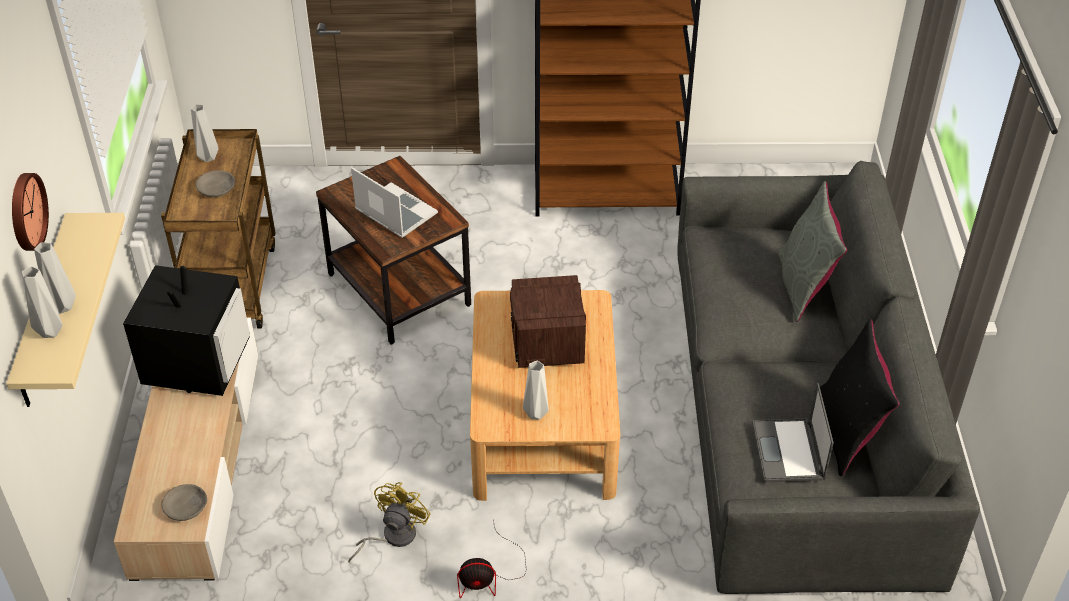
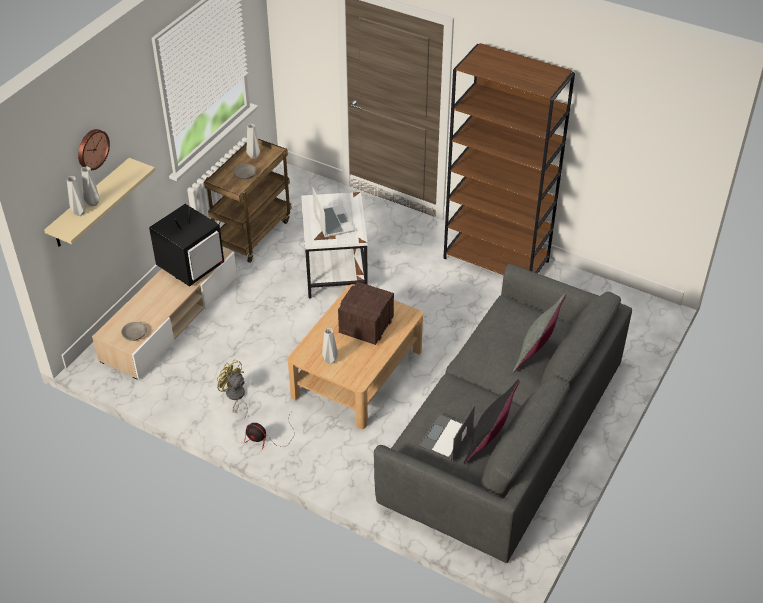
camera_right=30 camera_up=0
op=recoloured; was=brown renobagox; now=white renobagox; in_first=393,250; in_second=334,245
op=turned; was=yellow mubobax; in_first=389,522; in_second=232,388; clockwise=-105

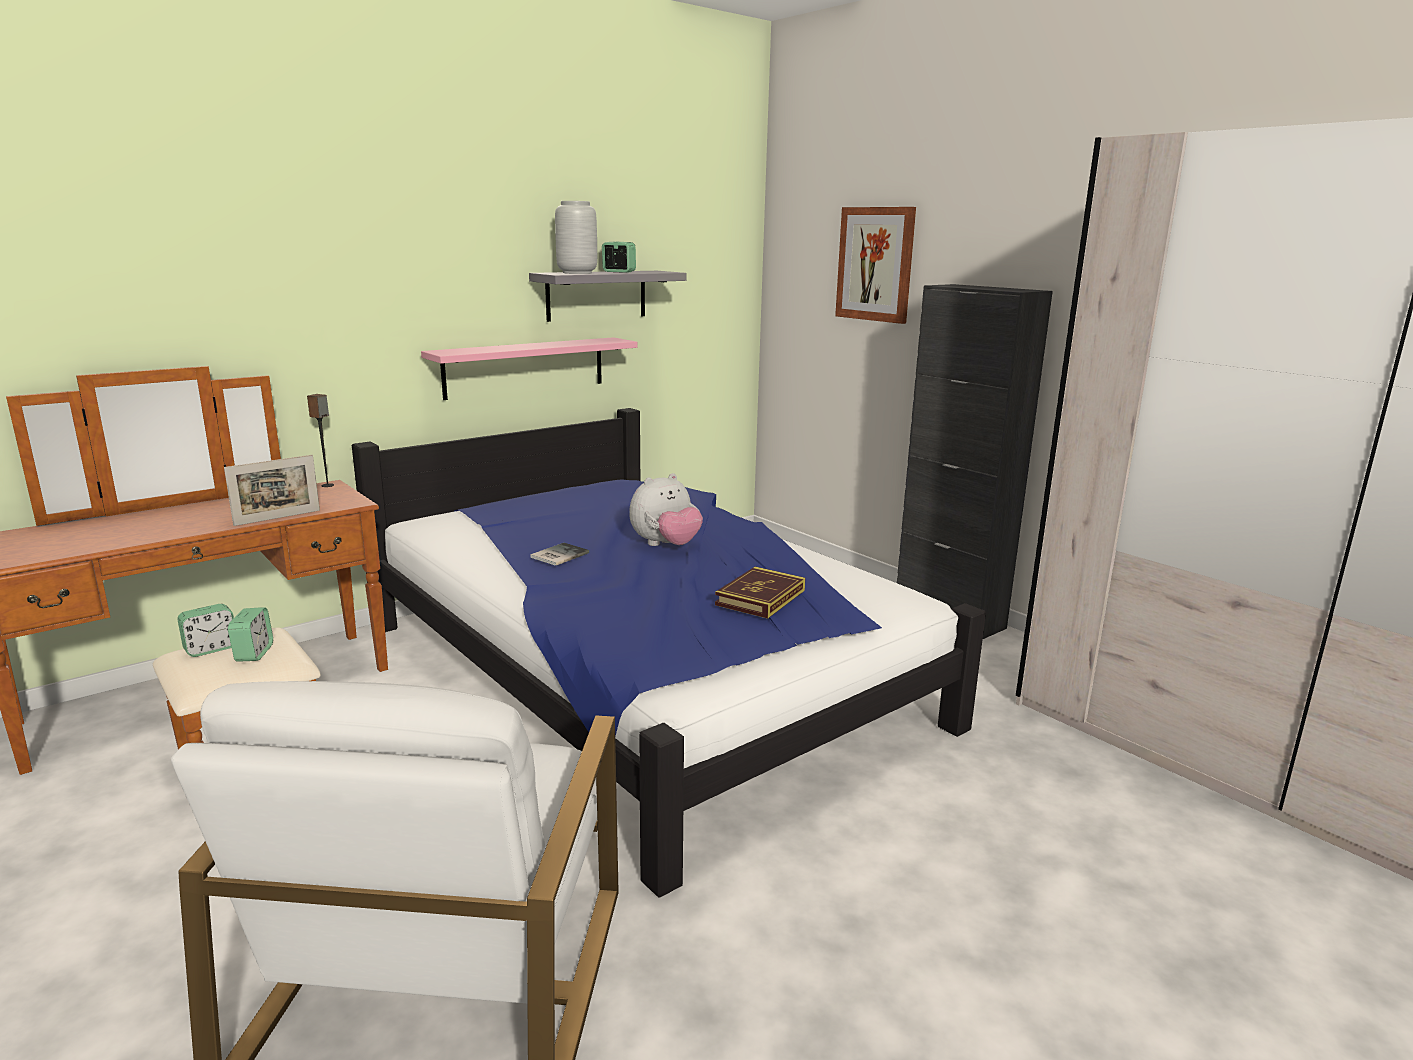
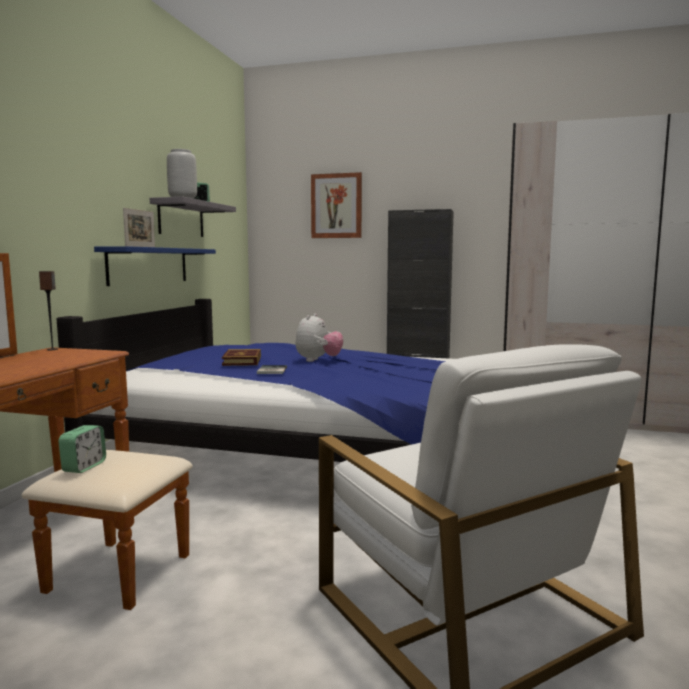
camera_right=-35 camera_up=-10
op=removed; was=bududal; in_first=250,634
op=moved; was=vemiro; in_first=272,490; in_second=139,227
op=moved; was=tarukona; in_first=760,593; in_second=241,357
op=recoloured; was=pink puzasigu; now=blue puzasigu; in_first=529,368; in_second=155,266

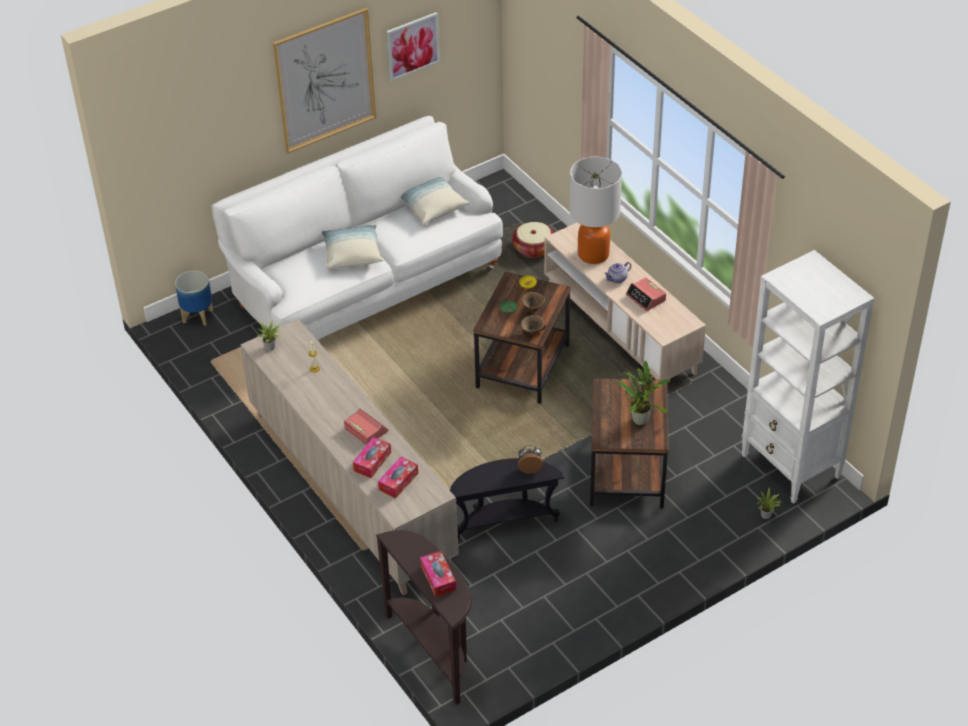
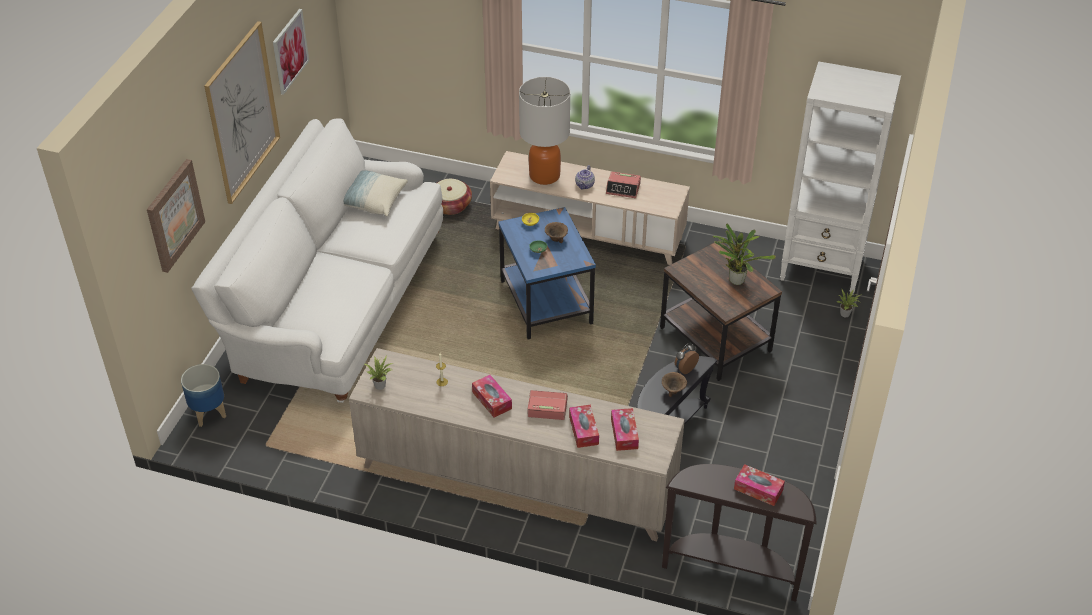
camera_right=-40 camera_up=0
op=removed; was=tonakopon; in_first=352,247
op=added; now=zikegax; in_second=176,216
op=added; now=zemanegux; in_second=492,396
op=moved; was=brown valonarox; in_first=533,325; in_second=674,384
op=recoloured; was=brown renobagox; now=blue renobagox; in_first=522,338; in_second=547,273

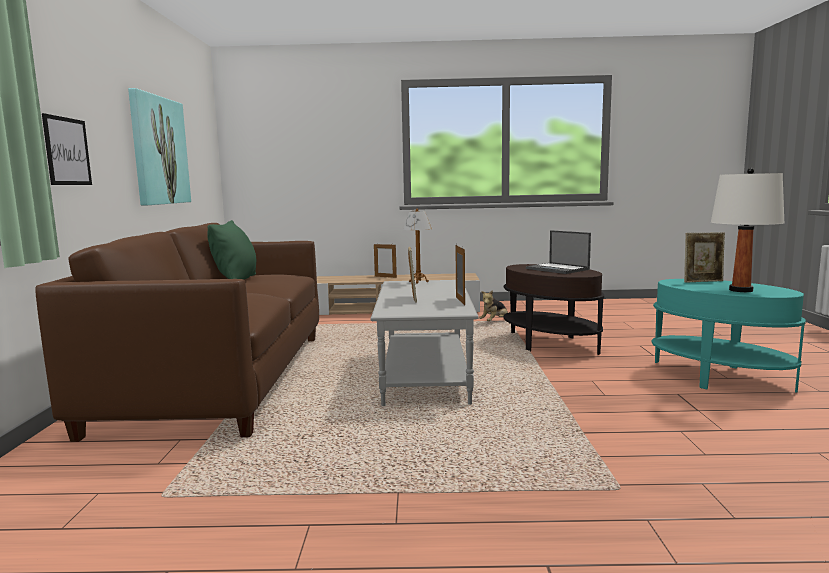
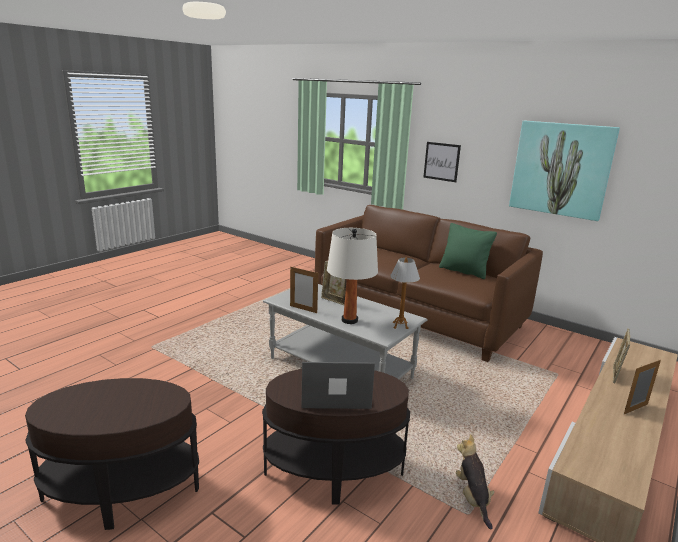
camera_right=125 camera_up=10
op=moved; was=vemiro; in_first=704,258; in_second=621,355
op=moved; was=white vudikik; in_first=747,230; in_second=352,276
op=recoloured; was=turquoise renobagox; now=brown renobagox; in_first=728,336; in_second=112,454

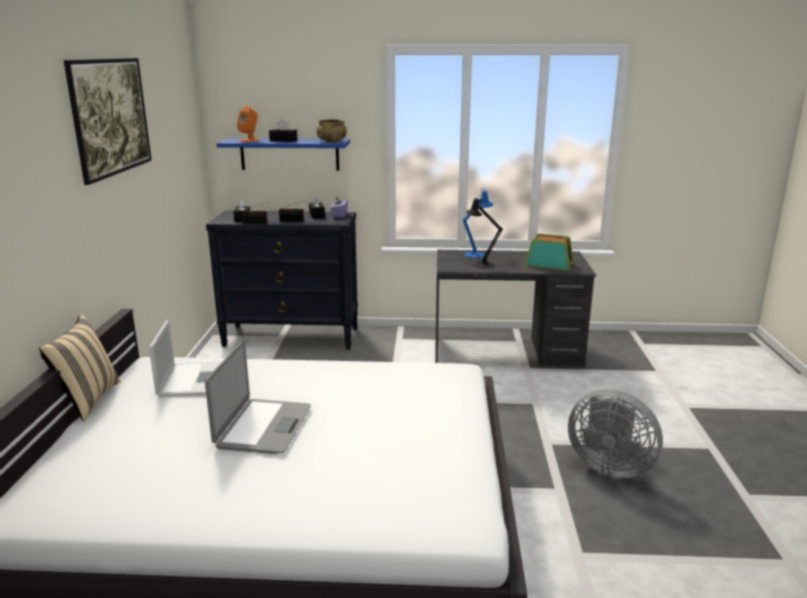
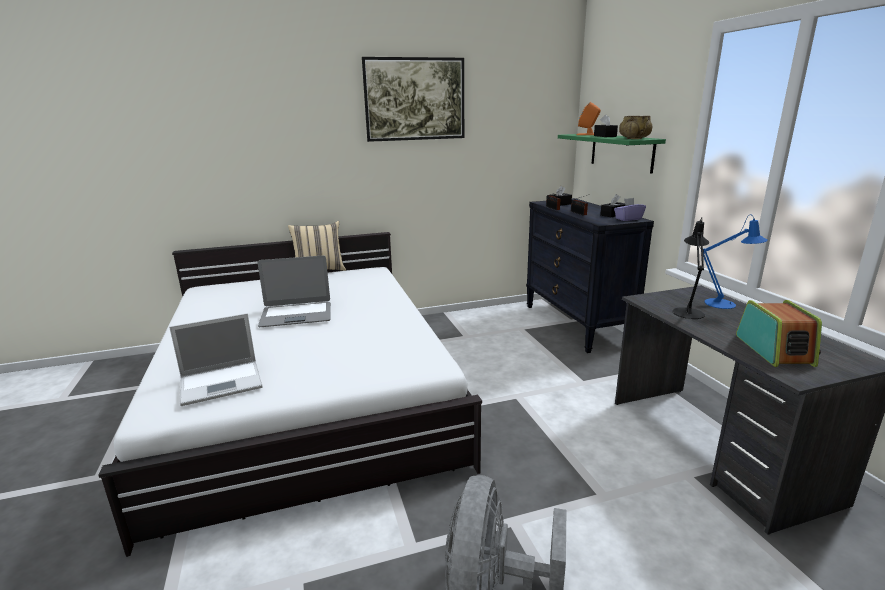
camera_right=70 camera_up=0
op=moved; was=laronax; in_first=185,358; in_second=216,359
op=recoloured; was=blue puzasigu; now=green puzasigu; in_first=283,154; in_second=612,154

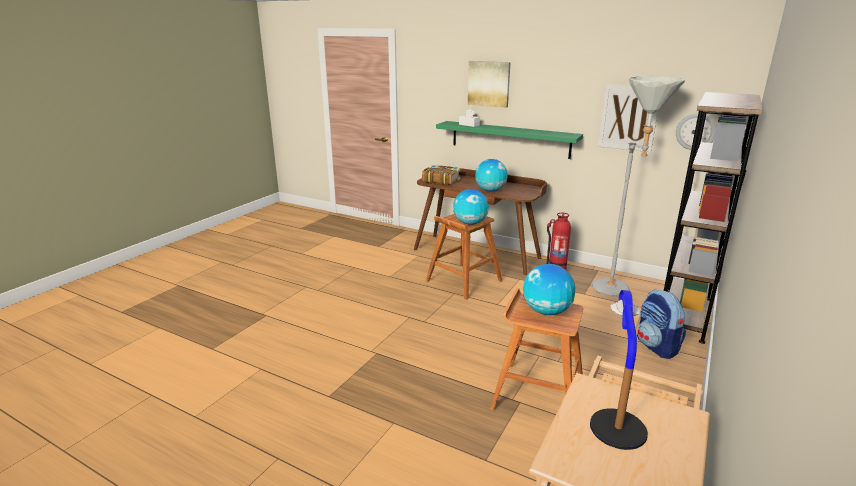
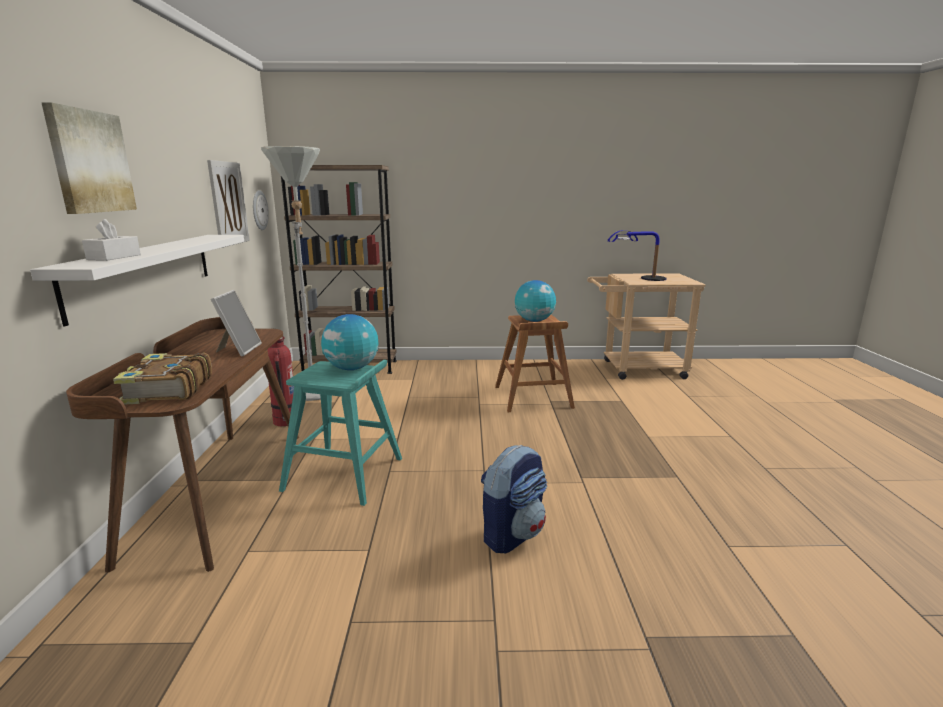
camera_right=-120 camera_up=-5
op=moved; was=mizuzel; in_first=661,324; in_second=514,499
op=replaced; was=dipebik; now=vemiro; in_first=491,175; in_second=236,323
op=recoloured; was=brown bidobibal; now=turquoise bidobibal; in_first=464,257; in_second=340,433
op=recoloured; was=green puzasigu; now=white puzasigu; in_first=509,140; in_second=137,280

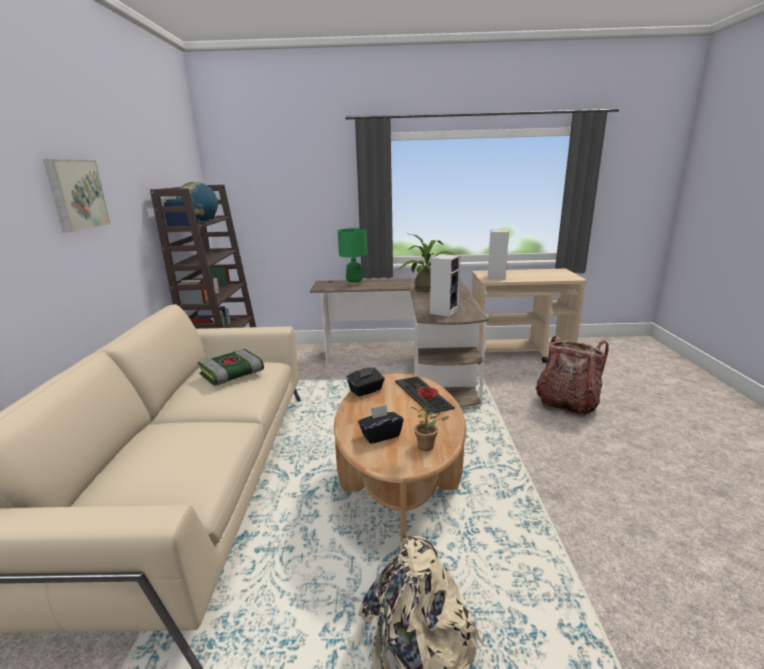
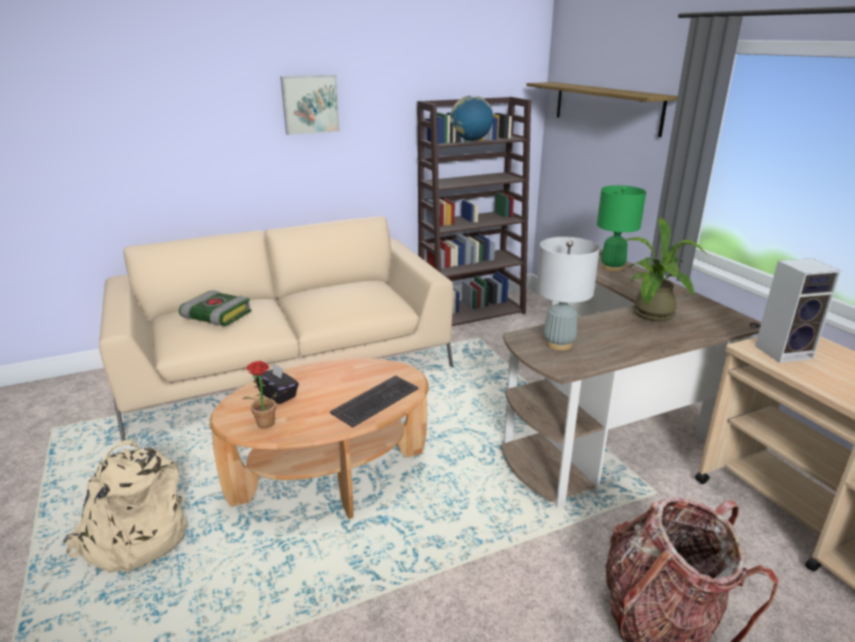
camera_right=65 camera_up=5
op=removed; was=black zemanegux; in_first=365,382
op=added; now=puzasigu; in_second=602,109
op=moved; was=tarukona; in_first=230,367; in_second=215,308
op=replaced; was=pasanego; now=grey vudikik; in_first=445,285; in_second=568,293

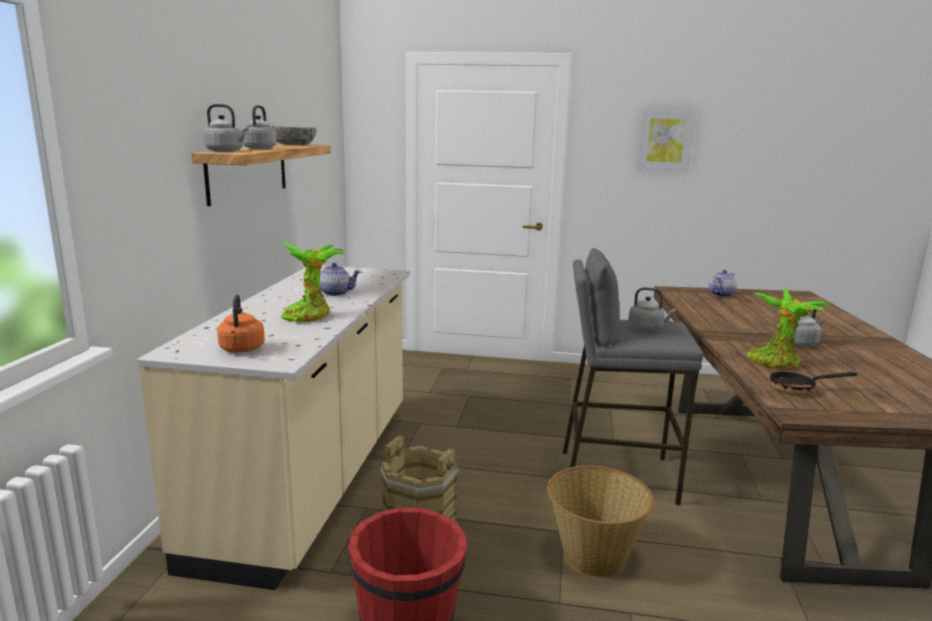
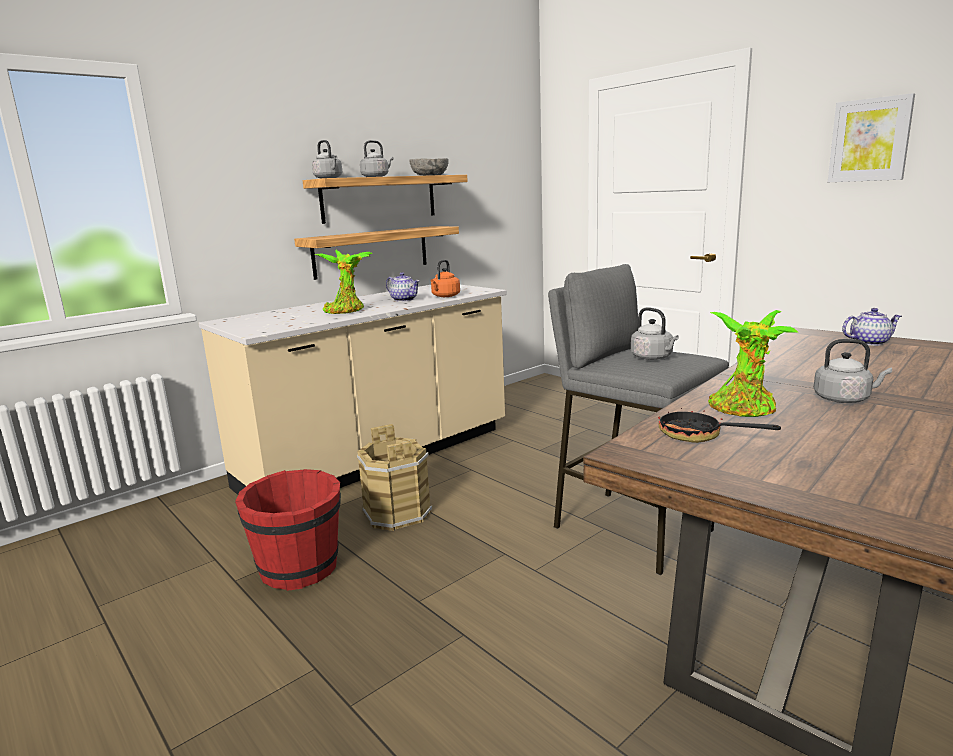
camera_right=40 camera_up=0
op=removed; was=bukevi; in_first=600,521
op=added; now=puzasigu; in_second=376,253
op=moved; was=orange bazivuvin; in_first=241,323; in_second=445,278

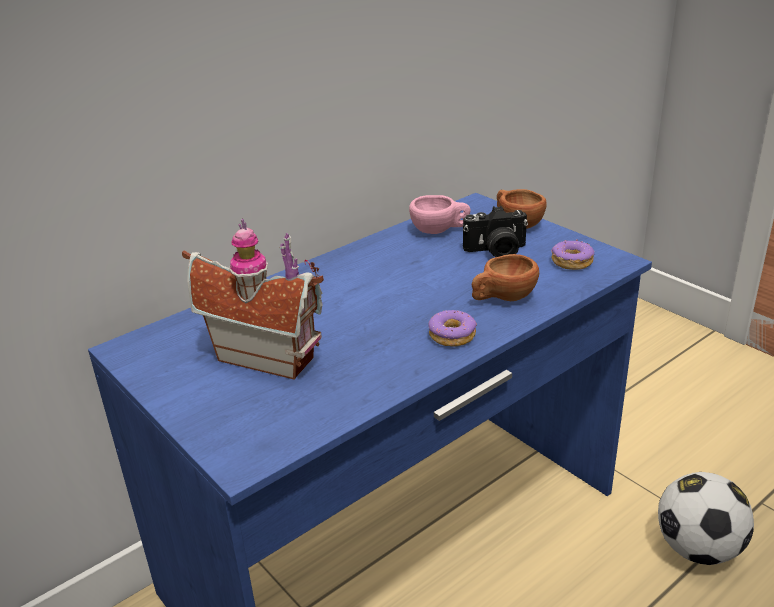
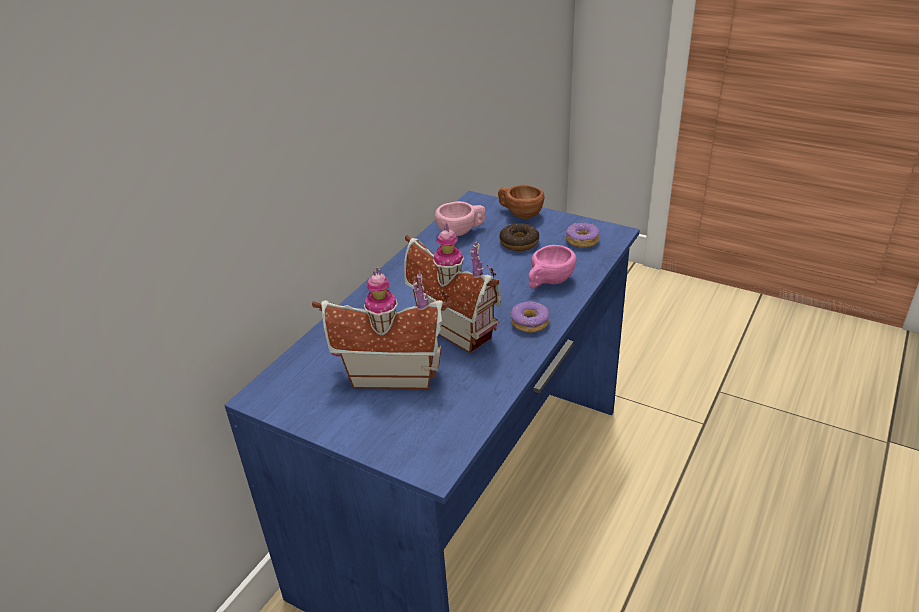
camera_right=-20 camera_up=5
op=removed; was=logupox; in_first=706,518
op=added; now=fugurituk; in_second=452,288
op=replaced; was=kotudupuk; now=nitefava; in_first=495,231; in_second=519,237
op=recoloured; was=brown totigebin; now=pink totigebin; in_first=505,277; in_second=552,267

